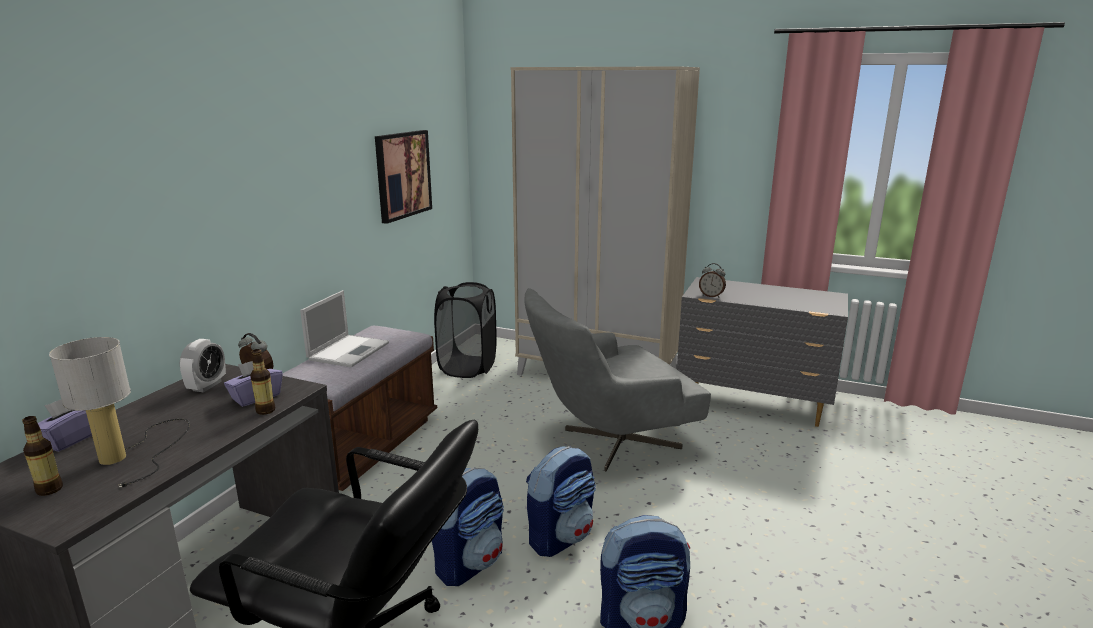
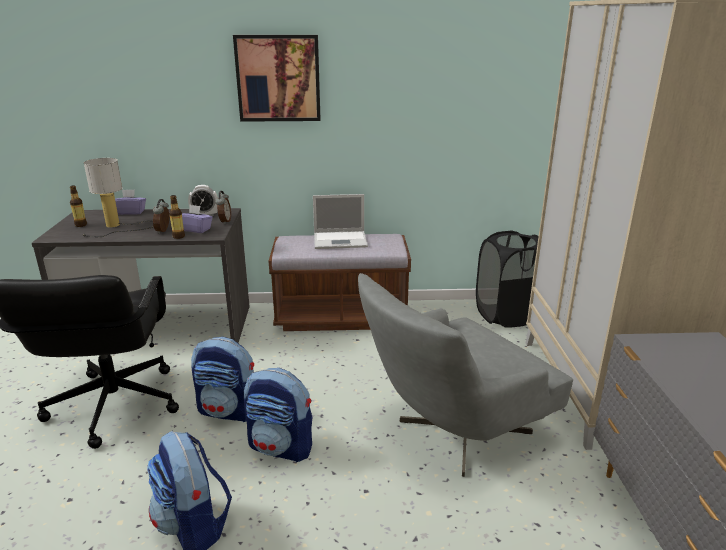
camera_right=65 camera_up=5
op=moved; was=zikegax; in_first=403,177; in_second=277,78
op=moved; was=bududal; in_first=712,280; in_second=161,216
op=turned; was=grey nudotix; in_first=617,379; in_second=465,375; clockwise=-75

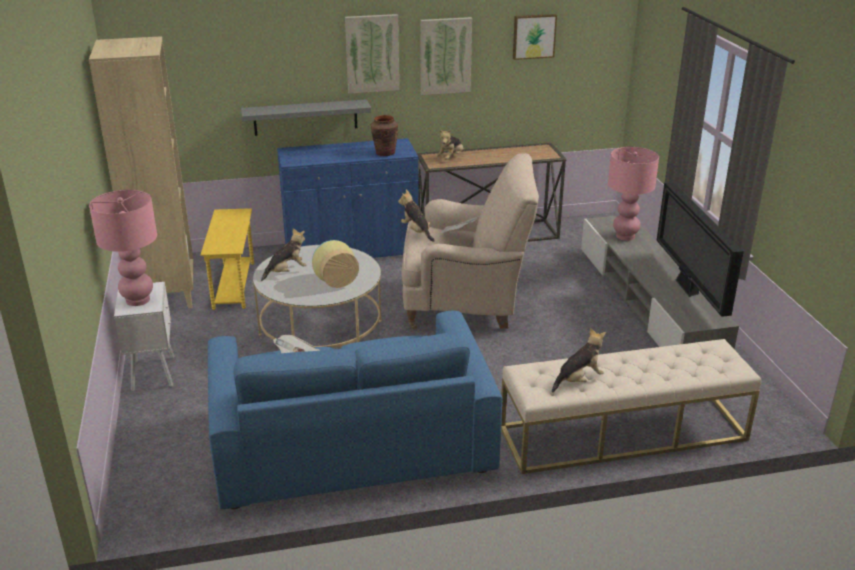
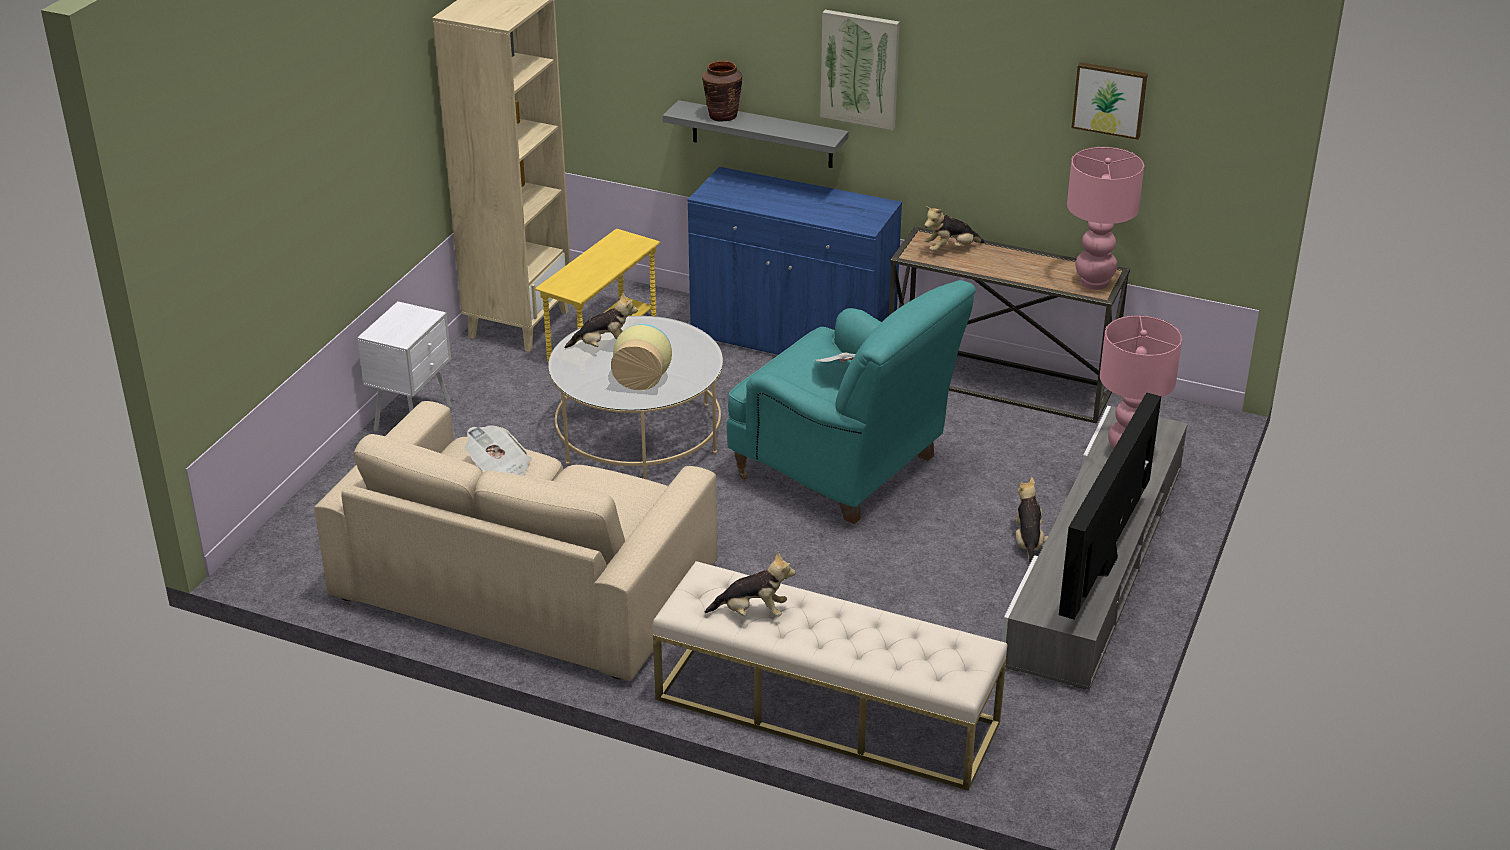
camera_right=35 camera_up=5
op=removed; was=zikegax; in_first=446,56
op=moved; was=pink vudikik; in_first=123,248; in_second=1105,218
op=moved; was=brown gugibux; in_first=384,135; in_second=722,91
op=moved; was=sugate; in_first=416,216; in_second=1032,520
op=recoloured; was=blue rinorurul; now=beige rinorurul; in_first=355,410; in_second=516,541
op=recoloured; was=beige nudotix; now=turquoise nudotix; in_first=470,241; in_second=851,402

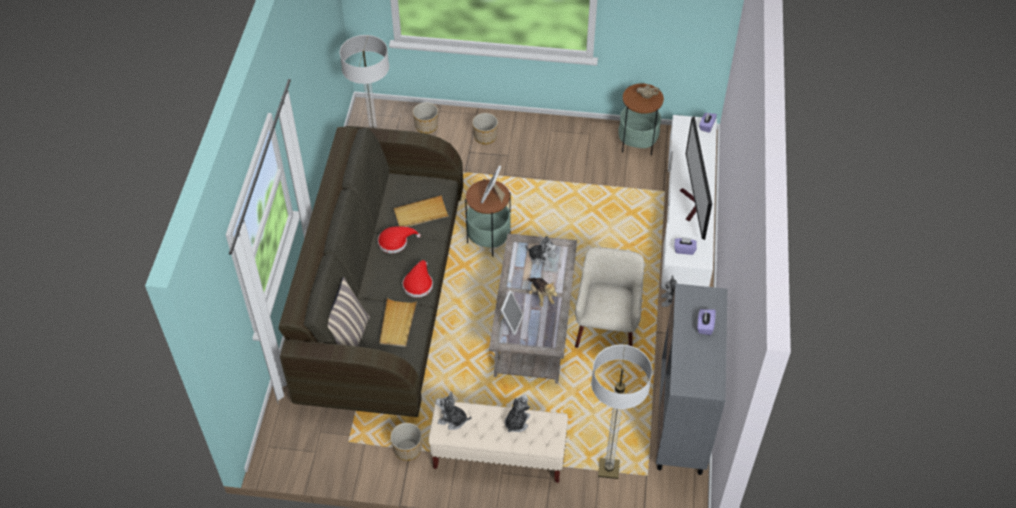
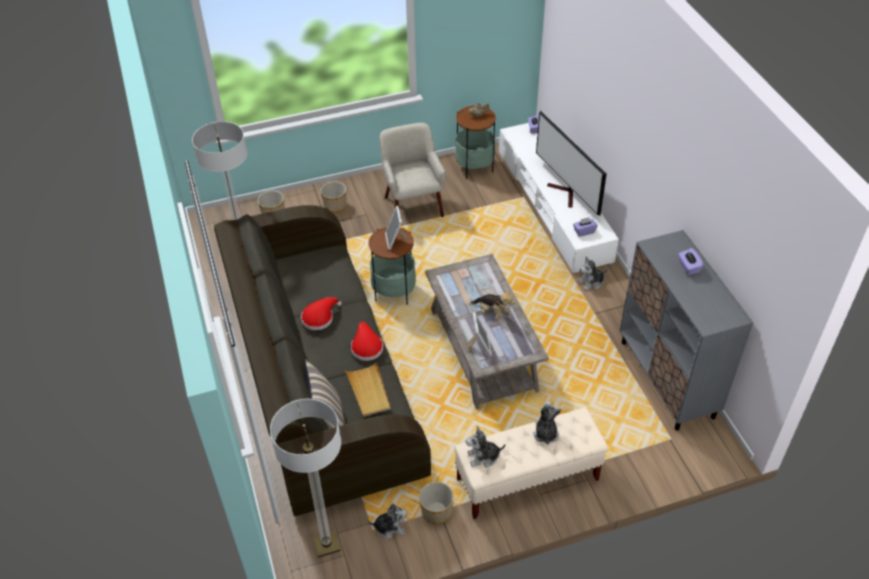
camera_right=-25 camera_up=-5
op=removed; was=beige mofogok; in_first=421,211
op=moved; was=sugate; in_first=541,251; in_second=387,521
op=moved; was=beige nudotix; in_first=609,297; in_second=413,170
op=moved; was=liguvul; in_first=621,412; in_second=305,478

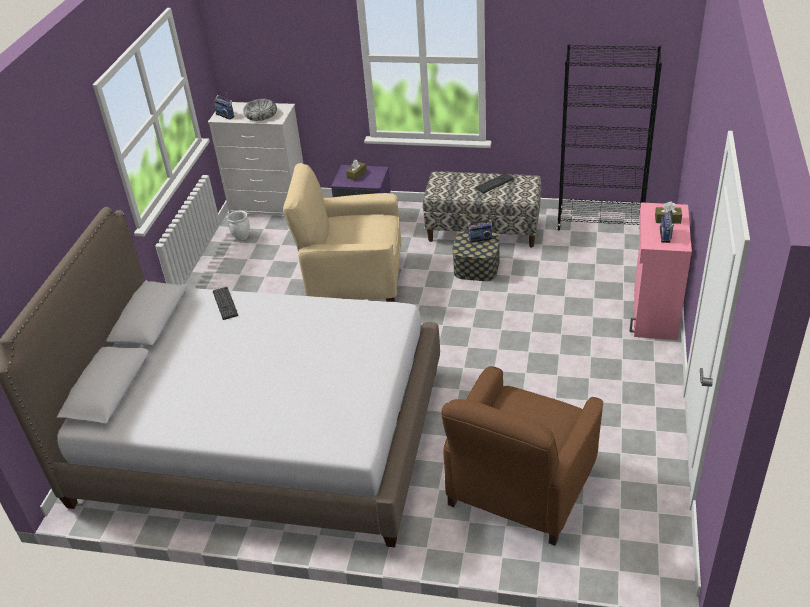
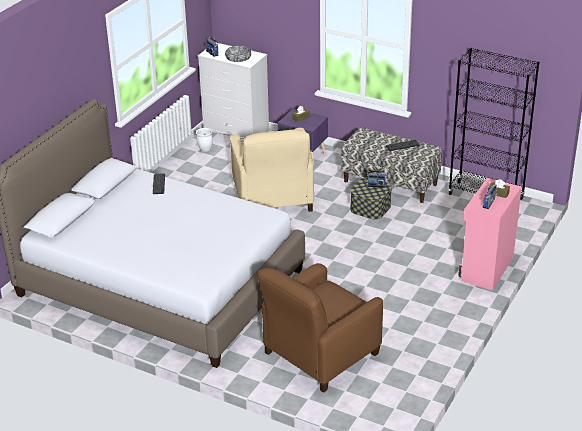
camera_right=15 camera_up=-5
op=turned; was=beige nudotix; in_first=342,232; in_second=272,170; clockwise=-120

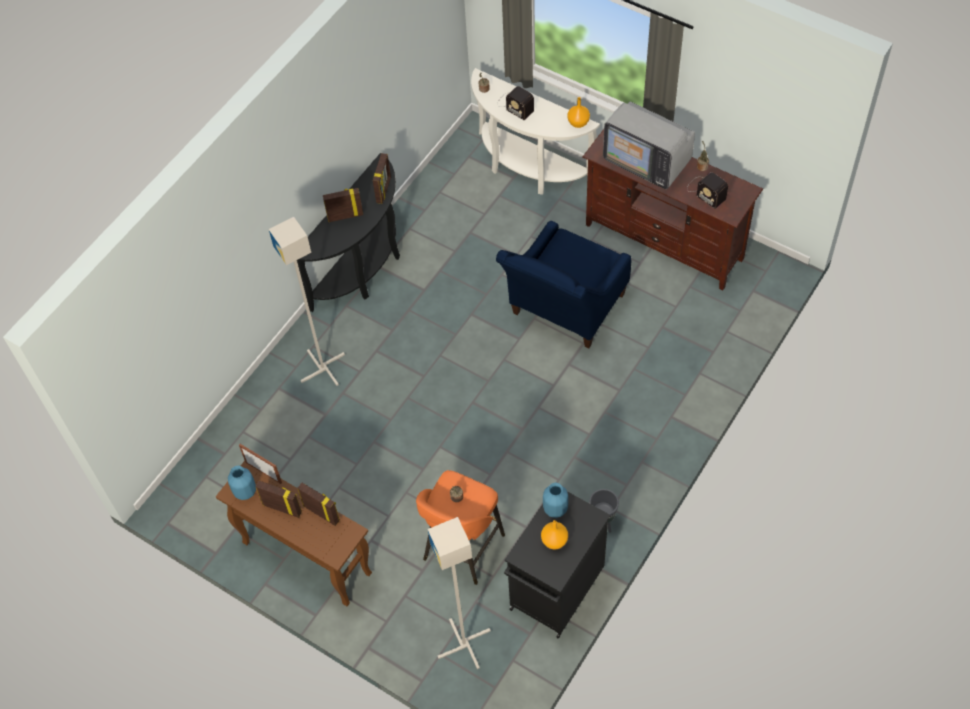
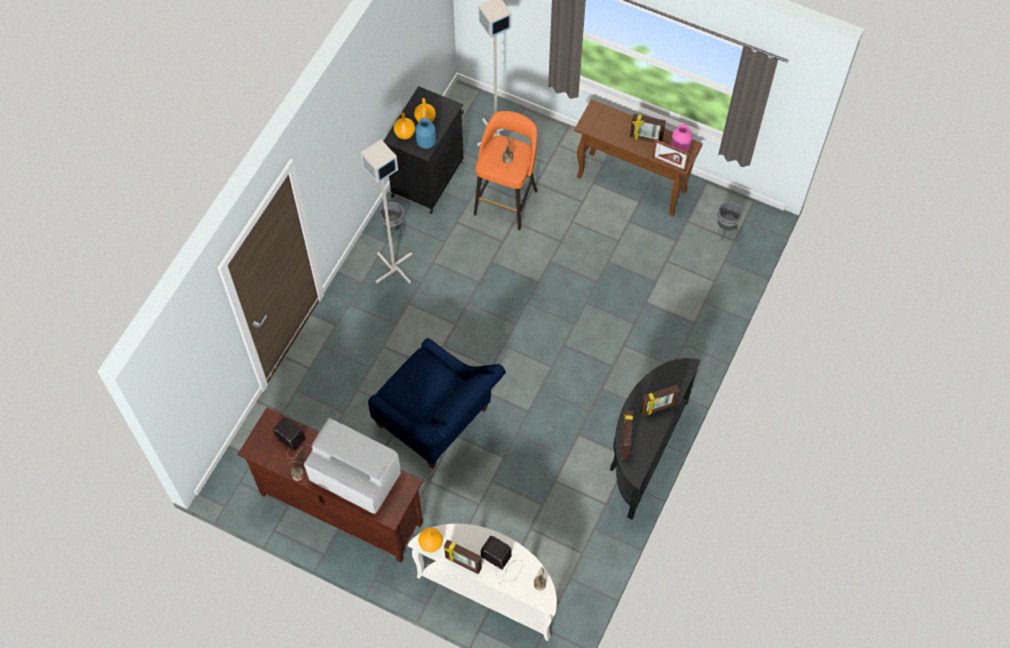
camera_right=170 camera_up=5
op=added; now=orange gugibux; in_second=404,126
op=added; now=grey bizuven; in_second=730,220
op=moved; was=grey liguvul; in_first=307,301; in_second=386,212
op=moved; was=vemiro; in_first=318,504; in_second=463,557
op=recoloured; was=blue gugibux; now=pink gugibux; in_first=242,483; in_second=681,138
op=turned; was=blue nudotix; in_first=563,285; in_second=437,403; clockwise=105

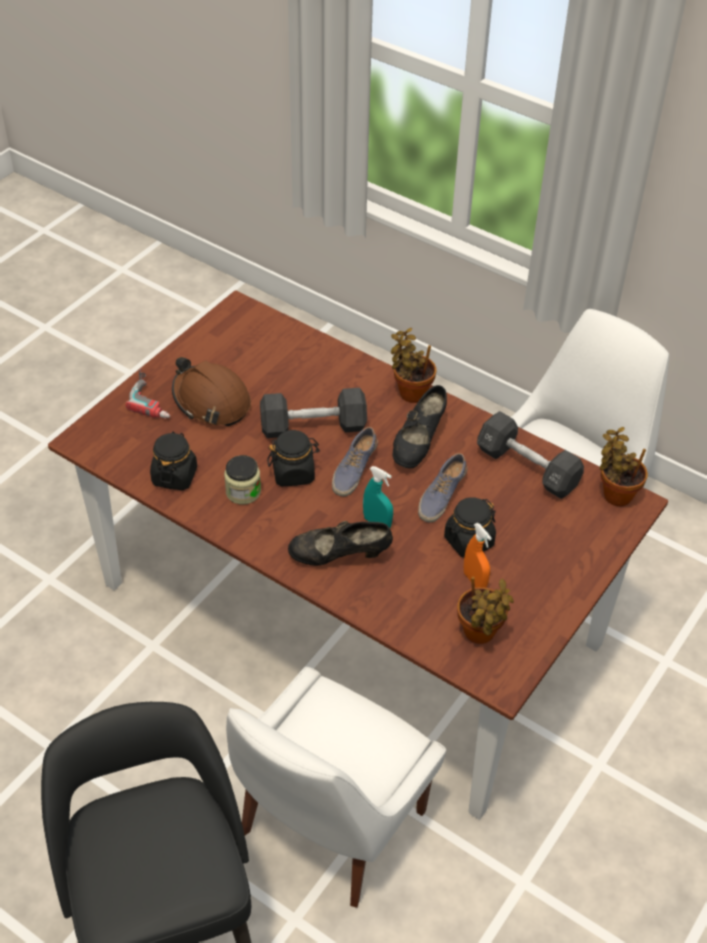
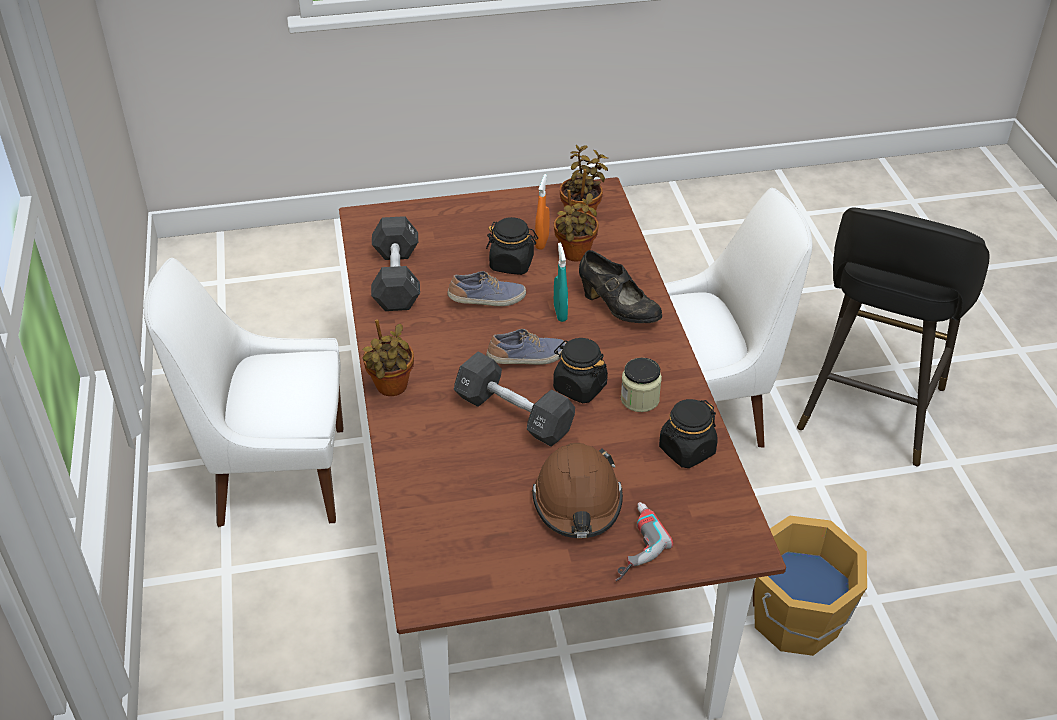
camera_right=-135 camera_up=-5
op=removed; was=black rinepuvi; in_first=420,426
op=added; now=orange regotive; in_second=810,585
op=moved; was=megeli; in_first=624,466; in_second=576,225

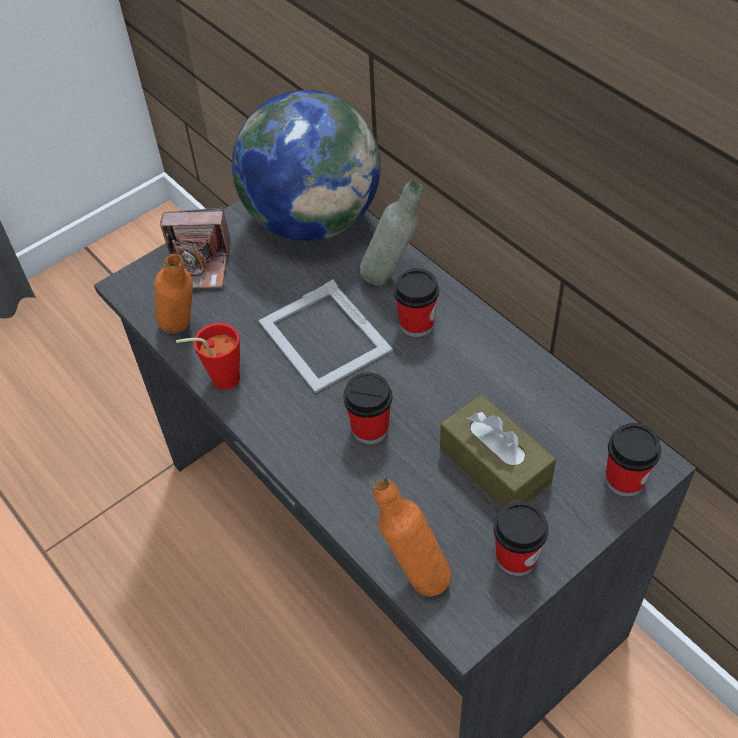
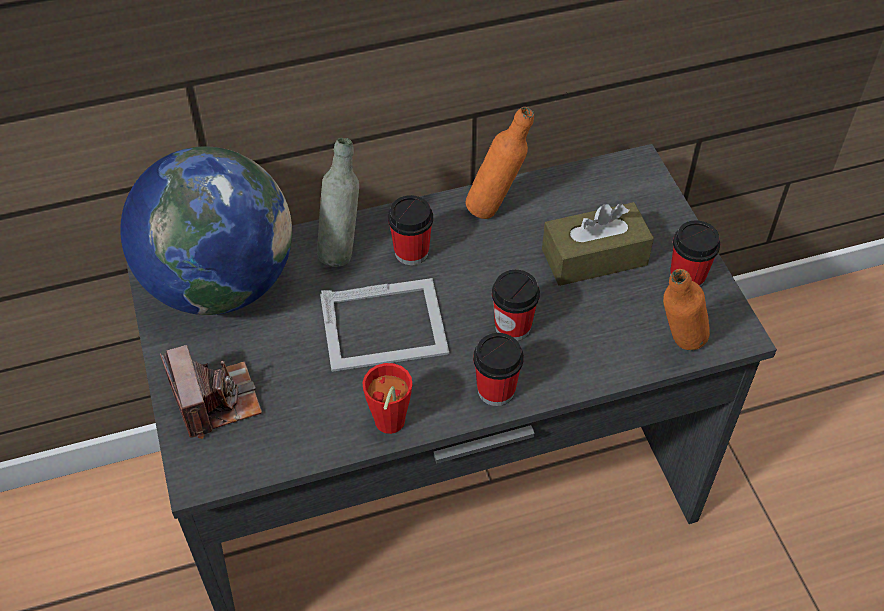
camera_right=-70 camera_up=0
op=moved; was=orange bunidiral; in_first=174,294; in_second=499,163
op=moved; was=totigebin; in_first=633,460; in_second=498,369
op=turned; was=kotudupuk; in_first=195,247; in_second=211,392; clockwise=-45

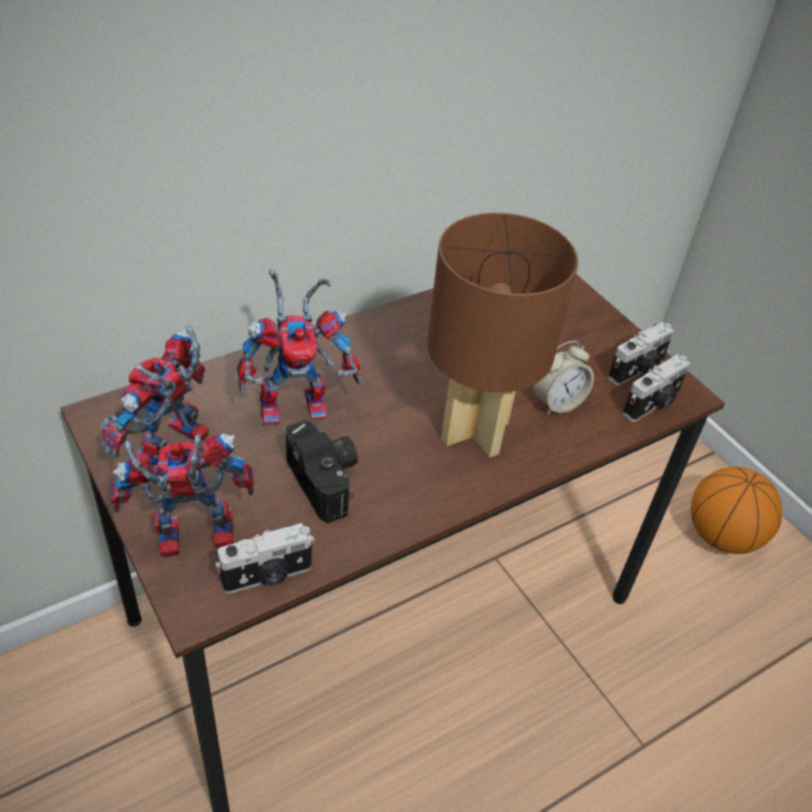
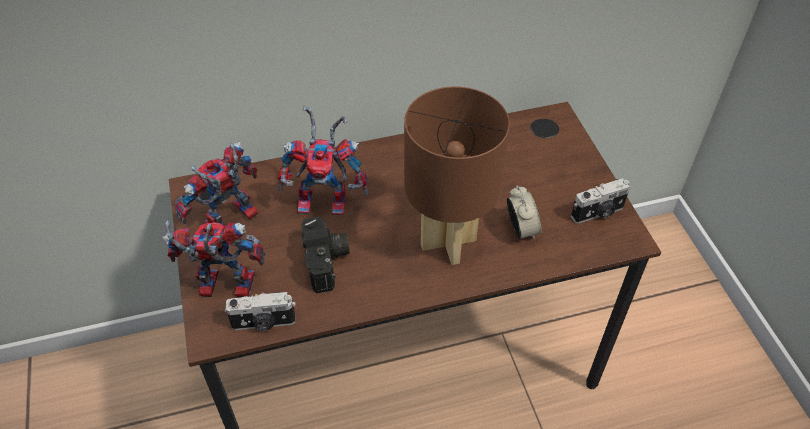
camera_right=20 camera_up=5
op=removed; was=kotudupuk; in_first=656,388
op=removed; was=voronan; in_first=736,510
op=turned; was=bududal; in_first=563,378; in_second=524,213; clockwise=-90

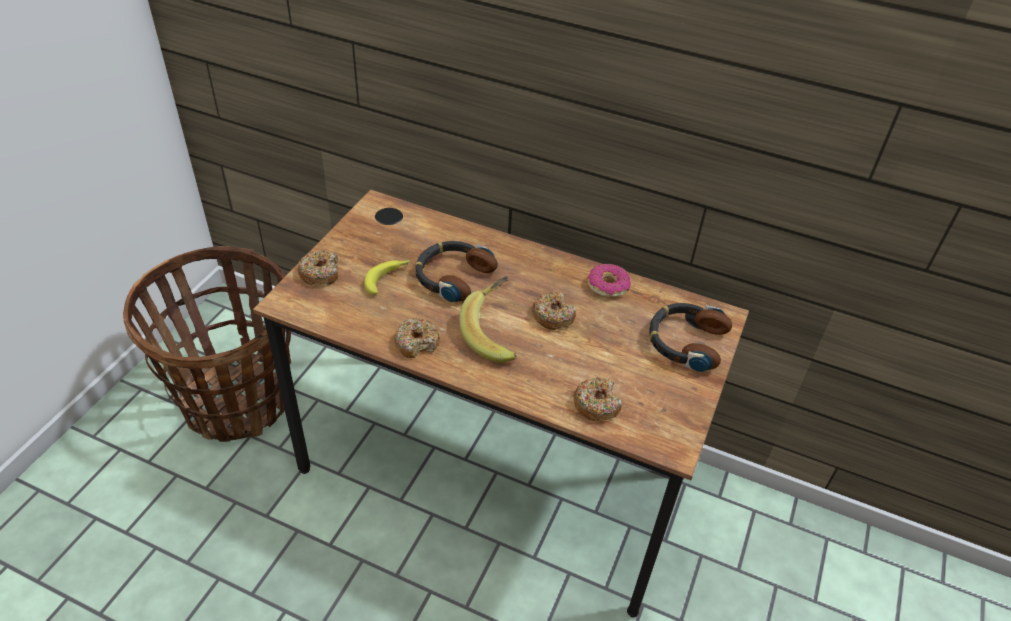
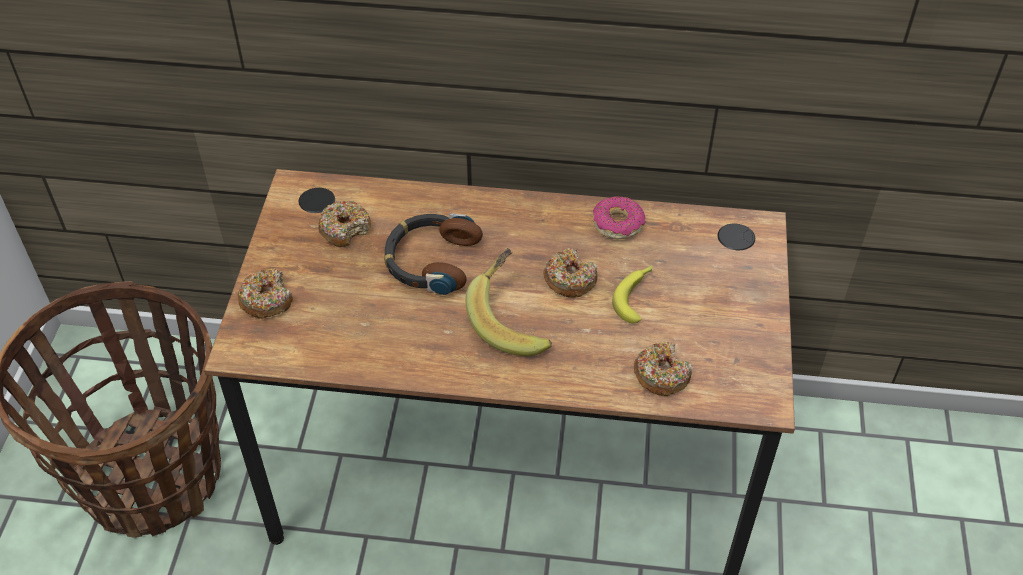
camera_right=-15 camera_up=5
op=removed; was=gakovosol; in_first=690,337
op=moved; was=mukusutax; in_first=387,277; in_second=632,294
op=moved; was=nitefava; in_first=417,338; in_second=344,224

